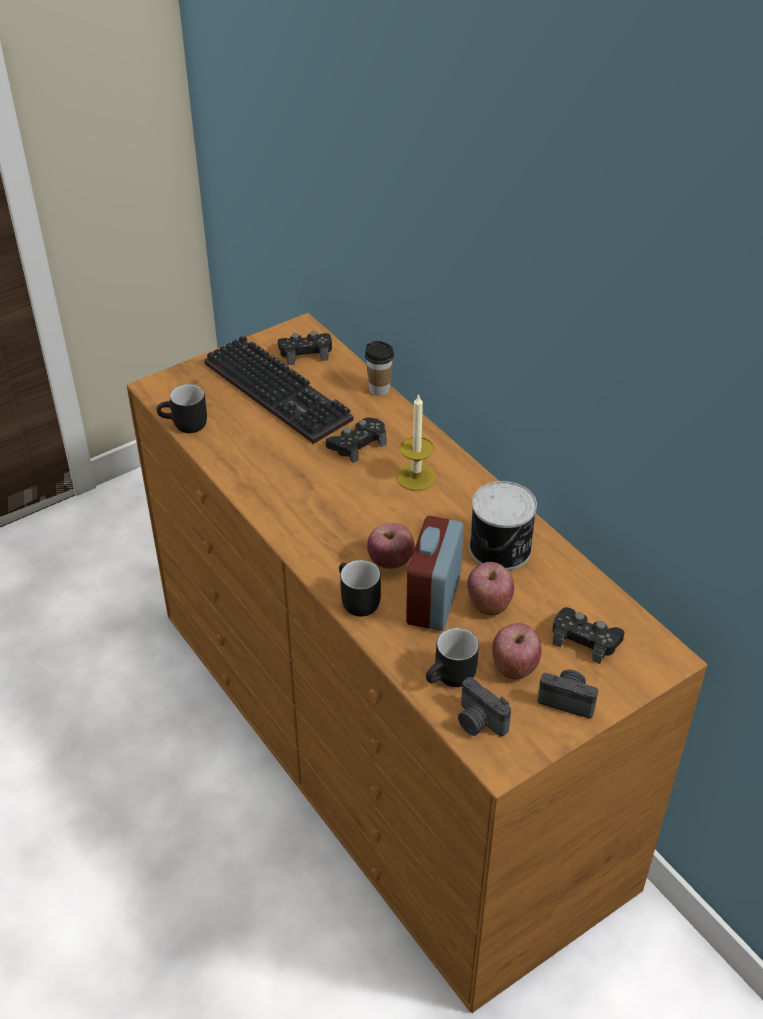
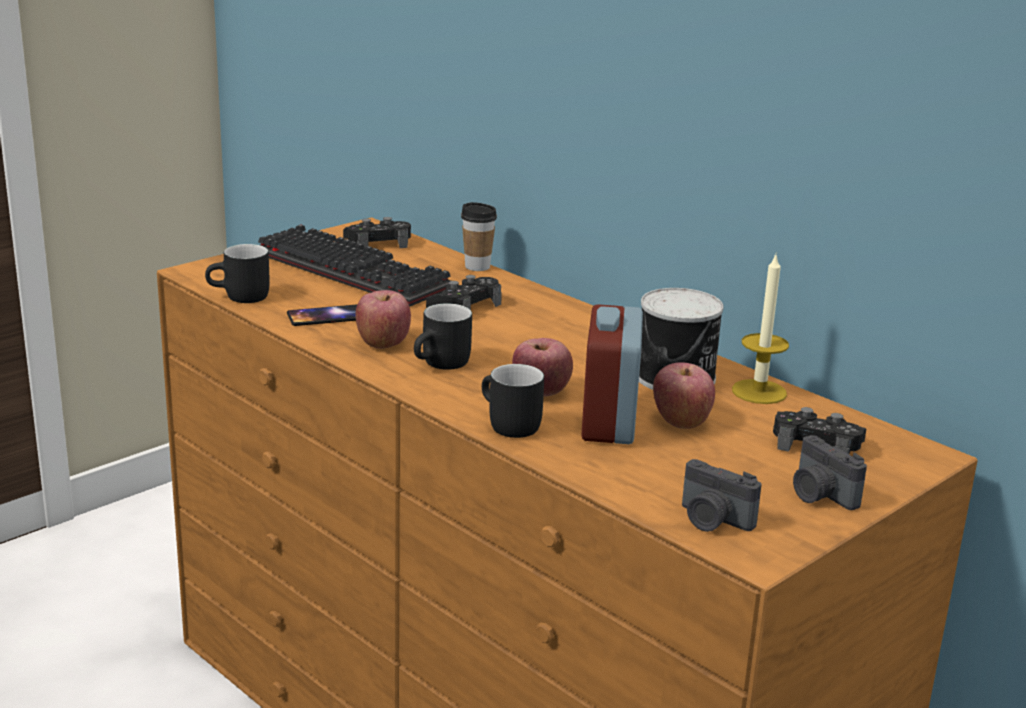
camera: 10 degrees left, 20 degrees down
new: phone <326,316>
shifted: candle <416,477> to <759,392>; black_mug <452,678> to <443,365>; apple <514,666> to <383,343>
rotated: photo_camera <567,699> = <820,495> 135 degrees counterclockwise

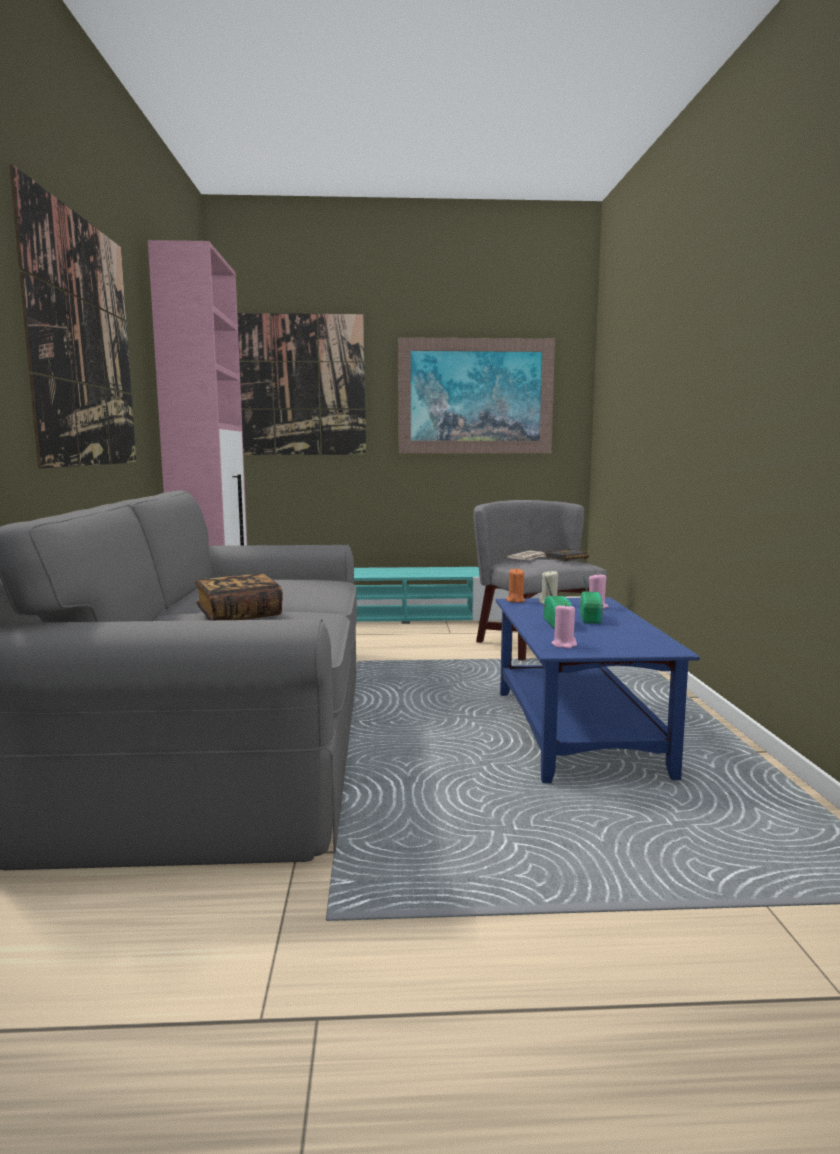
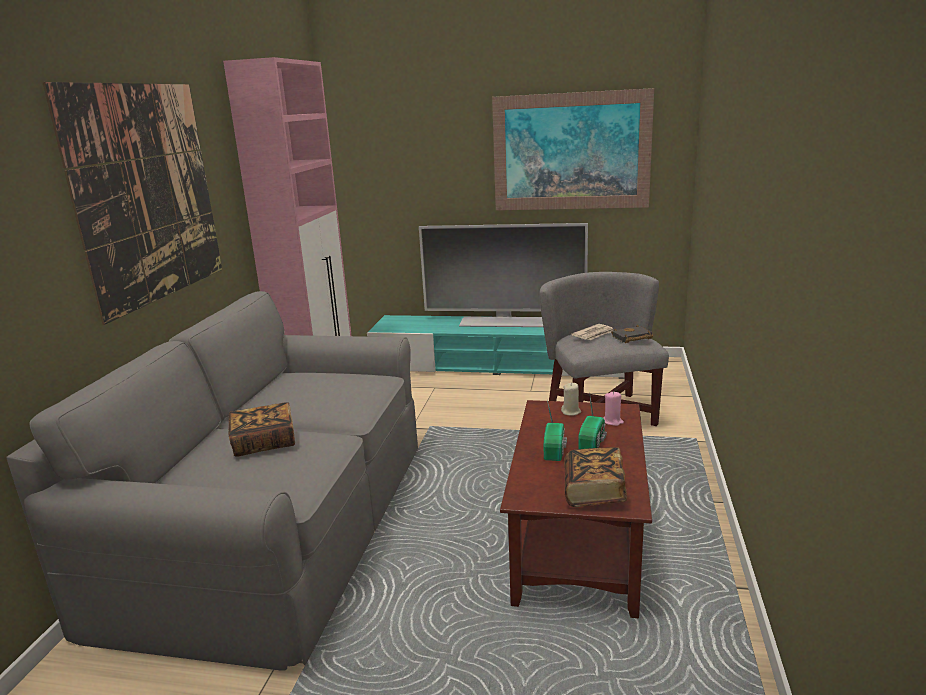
camera: 15 degrees right, 10 degrees up
gone: picture <296,385>; orange_candle <515,600>; pink_candle <564,645>
new: television <505,321>; book <594,491>
repainted: blue_coffee_table <575,731> to brown_coffee_table <577,539>

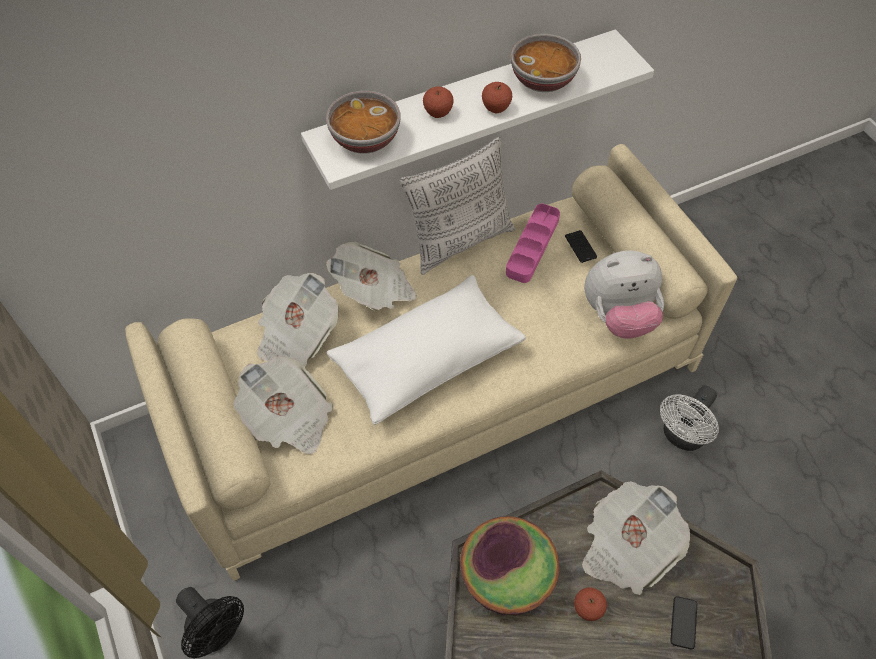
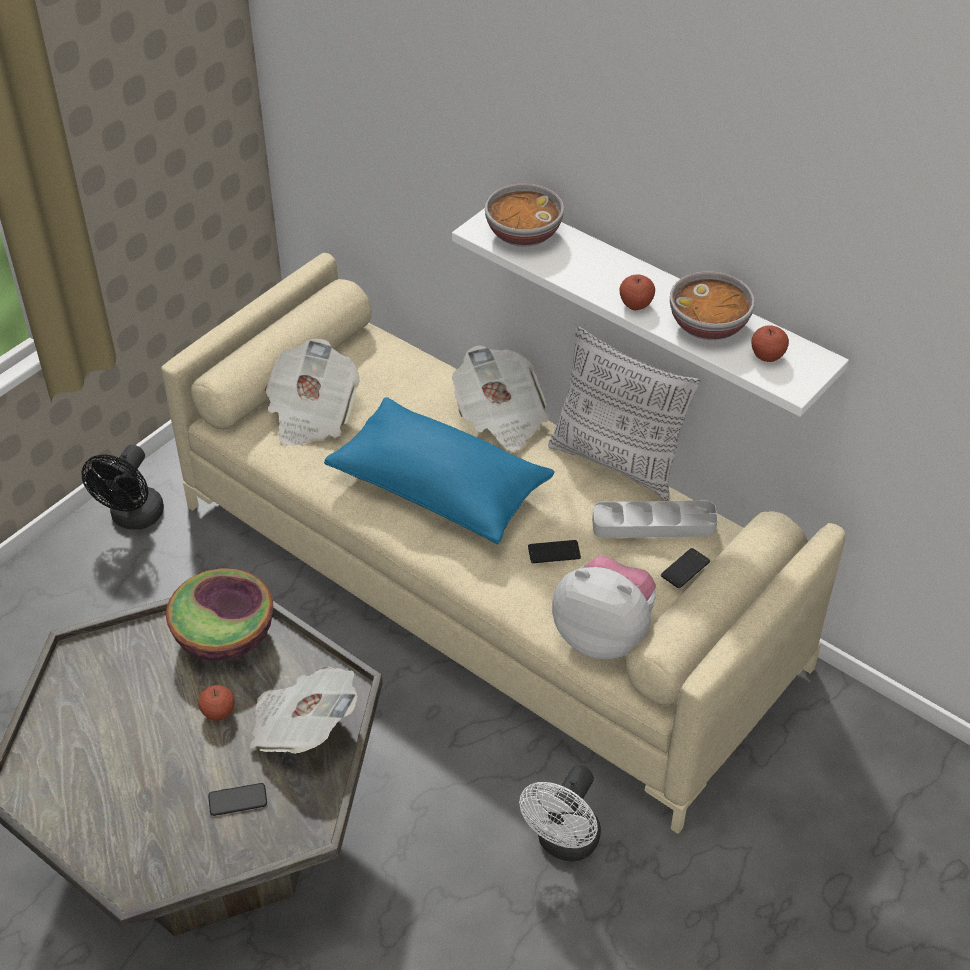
camera: 65 degrees right, 10 degrees down
gone: newspaper <297,334>
new: phone <554,552>
shifted: apple <438,113> to <767,356>
repainted: white_pillow <427,359> to blue_pillow <439,488>; pink_tray <532,246> to grey_tray <653,524>
rotated: plush_toy <618,316> = <604,635> 150 degrees clockwise; white_fan <681,437> = <564,844> 75 degrees counterclockwise

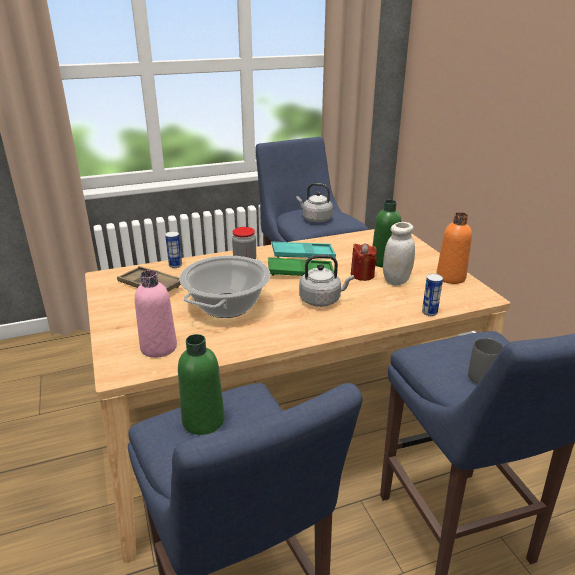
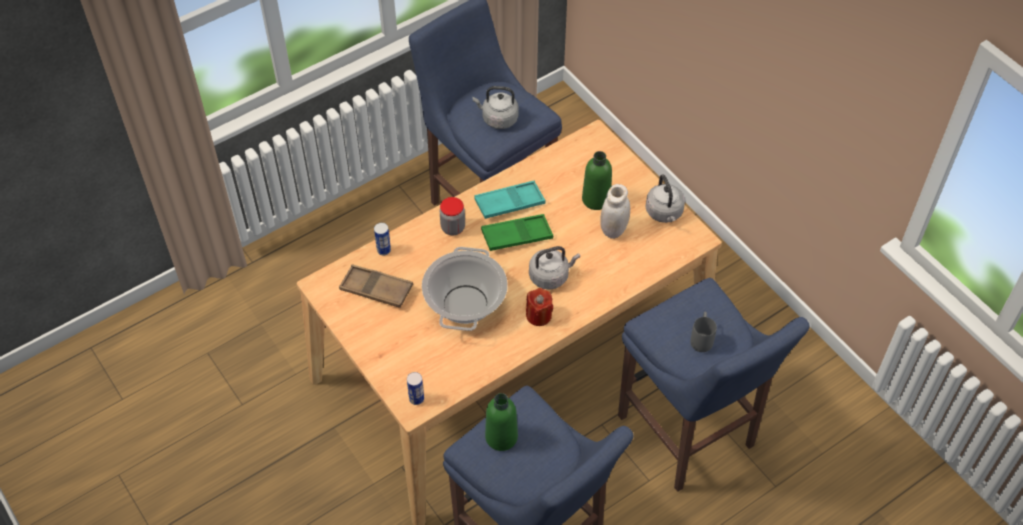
camera: 15 degrees left, 25 degrees up
gone: pink_bottle <158,347>
shifted: red_candle <362,275> to <538,315>; can <429,312> to <416,399>
swapped: orange_bottle <450,277> to grey_kettle <664,213>

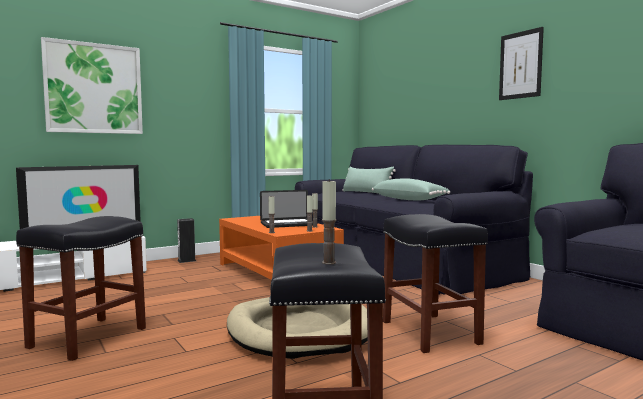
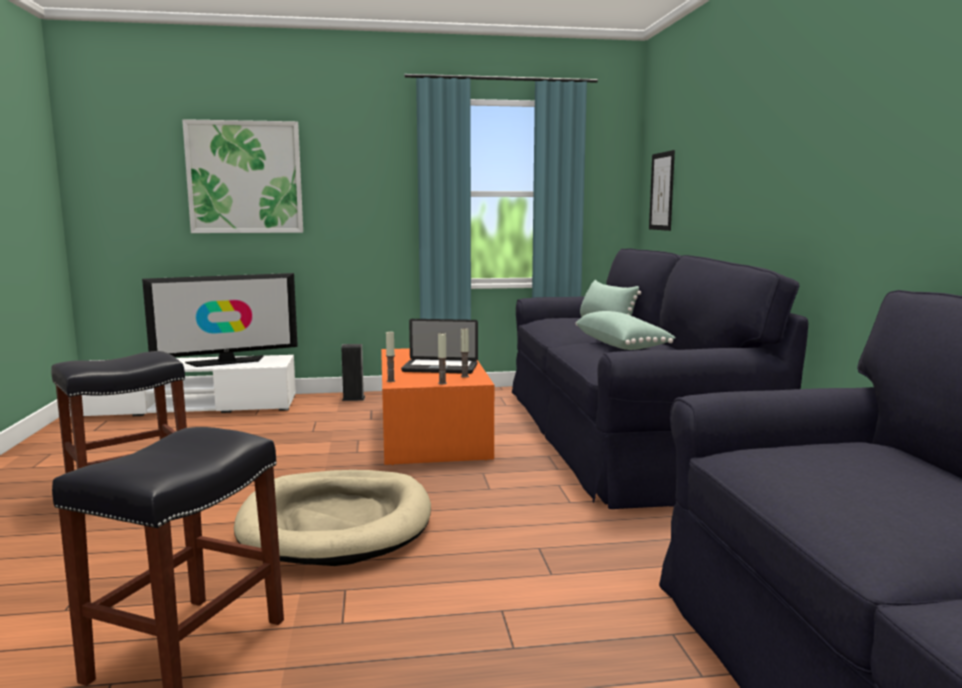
camera: 25 degrees right, 5 degrees up
gone: candle <329,262>; black_stool <428,332>
shifted: picture <520,65> to <662,191>

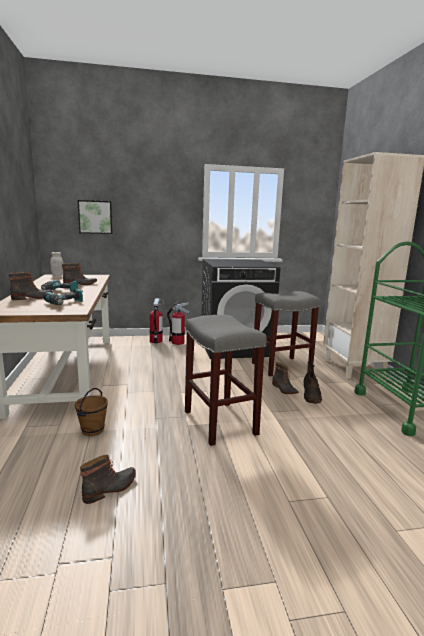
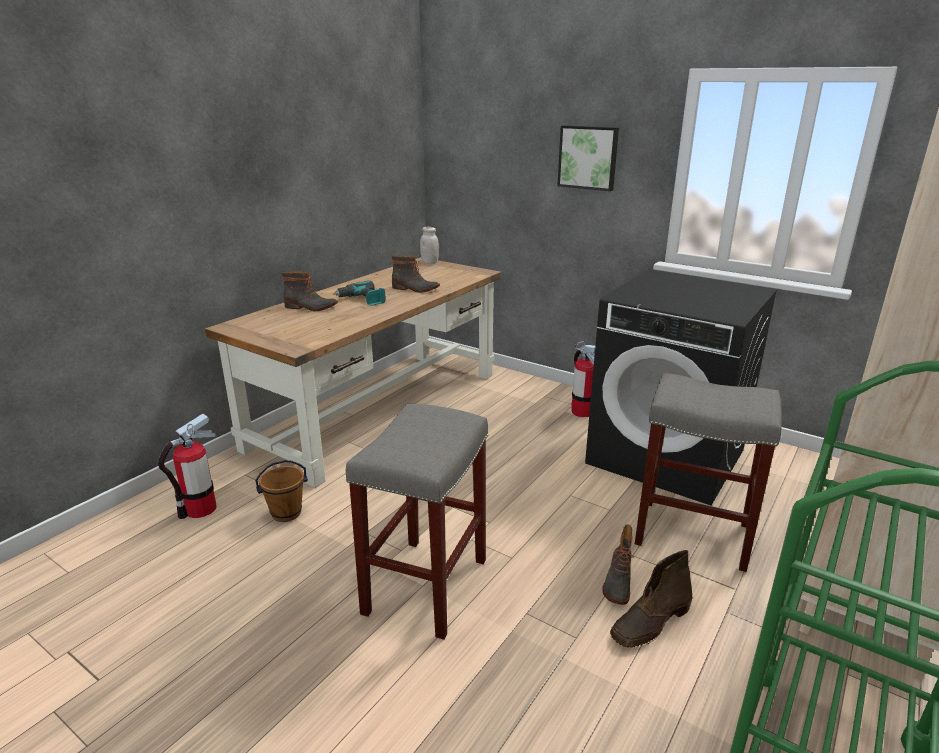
camera: 45 degrees right, 10 degrees up
gone: power_drill <66,303>; boot <110,488>
shifted: picture <95,217> to <588,157>; fire_extinguisher <156,341> to <200,509>

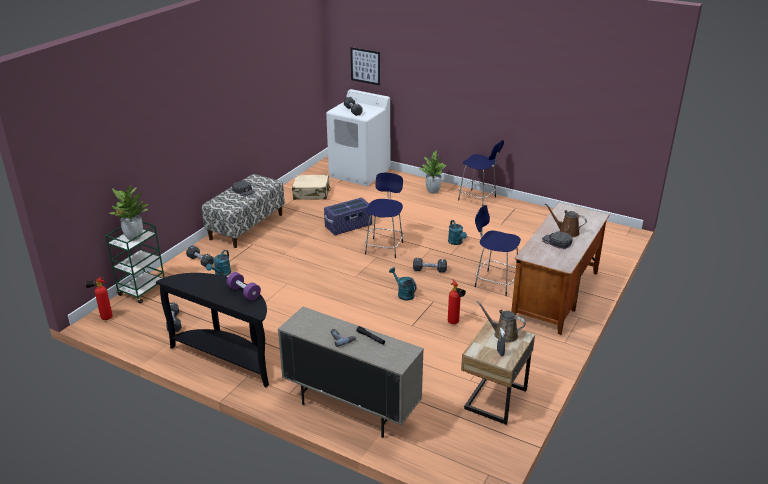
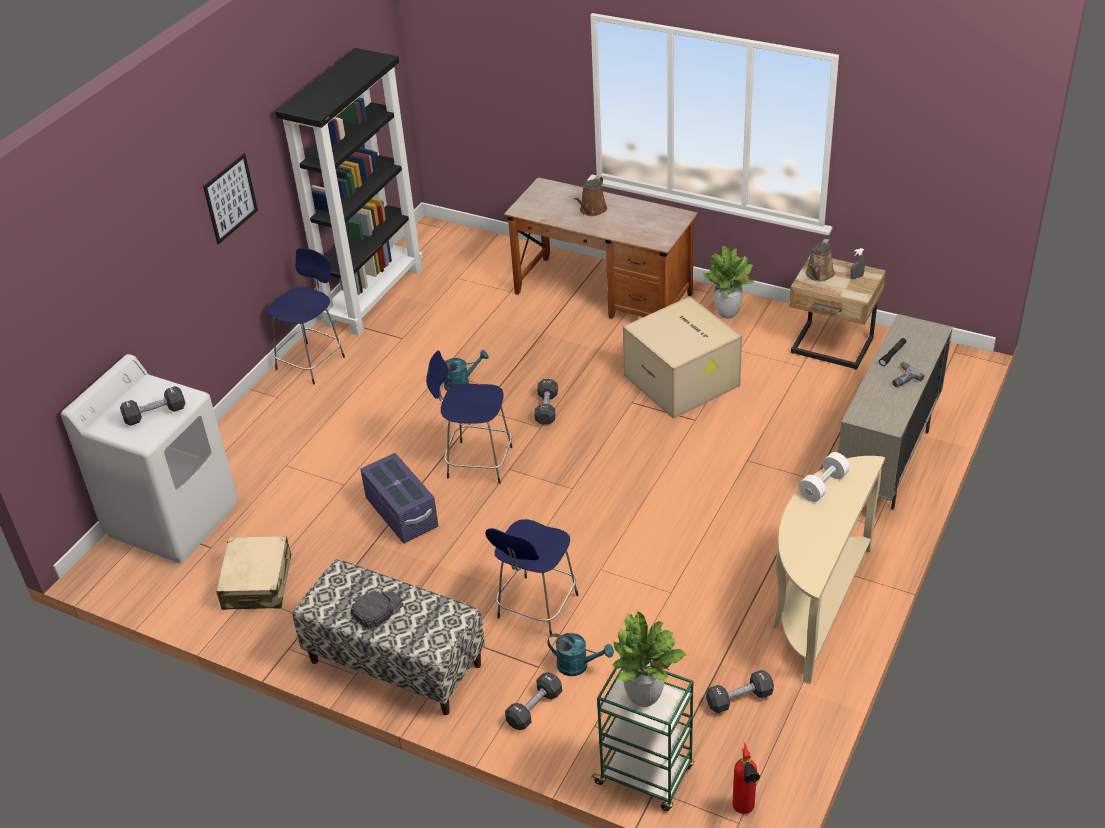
camera: 90 degrees left, 10 degrees up
gone: turquoise_watering_can <403,294>; black_cap <556,242>
new: black_bookcase <373,295>
shifted: picture <365,66> to <230,198>; potted_plant <433,191> to <728,313>; blue_stool <495,282> to <536,608>
swapped: fire_extinguisher <454,323> to cardboard_box <683,381>
repainted: black_console_table <227,358> to beige_console_table <816,606>; purple_dumbbell <244,293> to white_dumbbell <823,486>

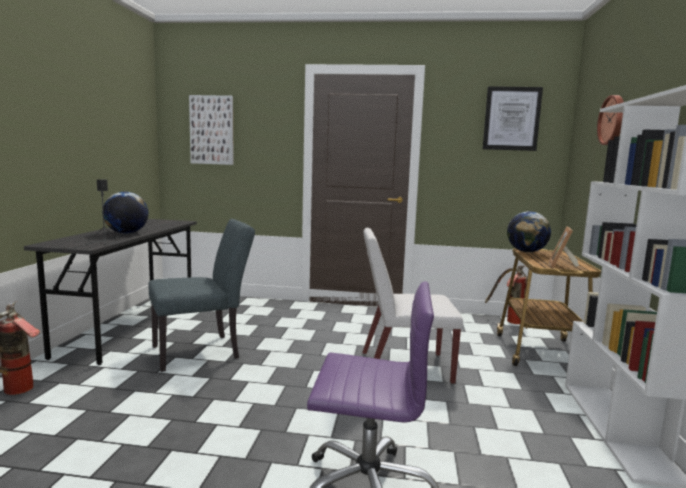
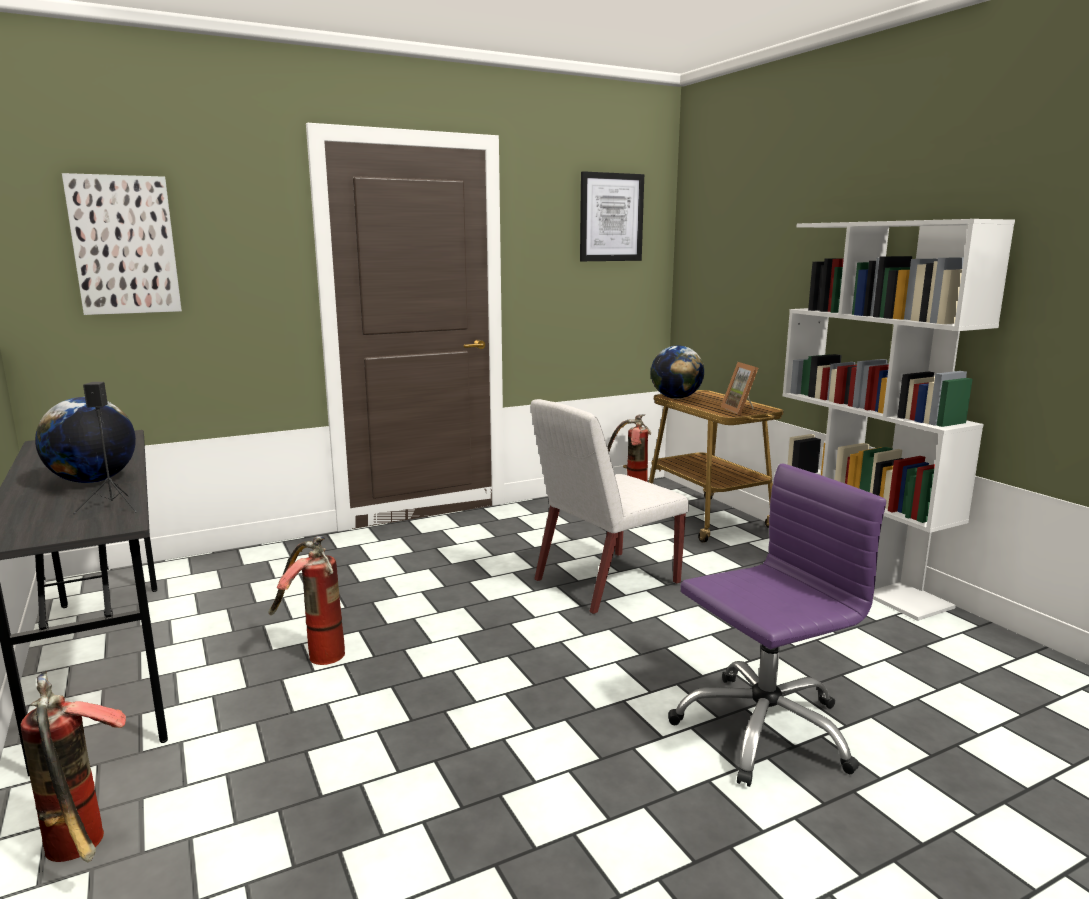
camera: 35 degrees left, 5 degrees up
gone: wall_clock <613,120>
swapped: grey_chair <203,351> to fire_extinguisher <313,654>

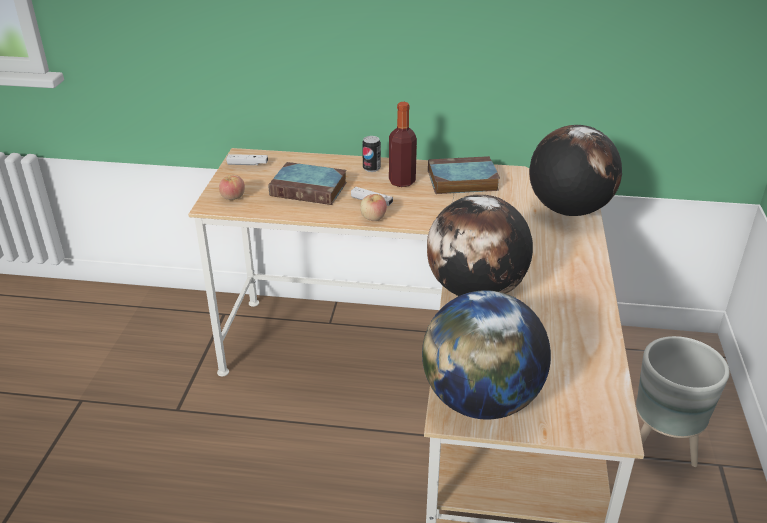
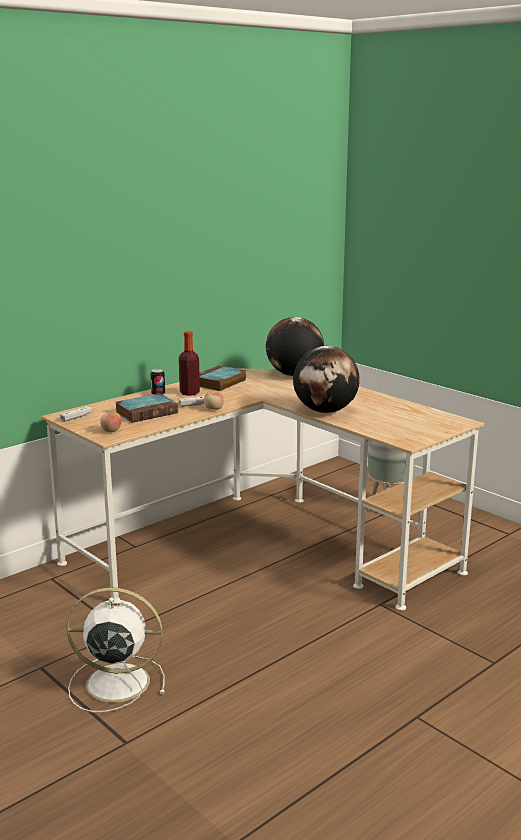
camera: 50 degrees left, 15 degrees down
gone: globe <481,401>
new: white_fan <114,682>

